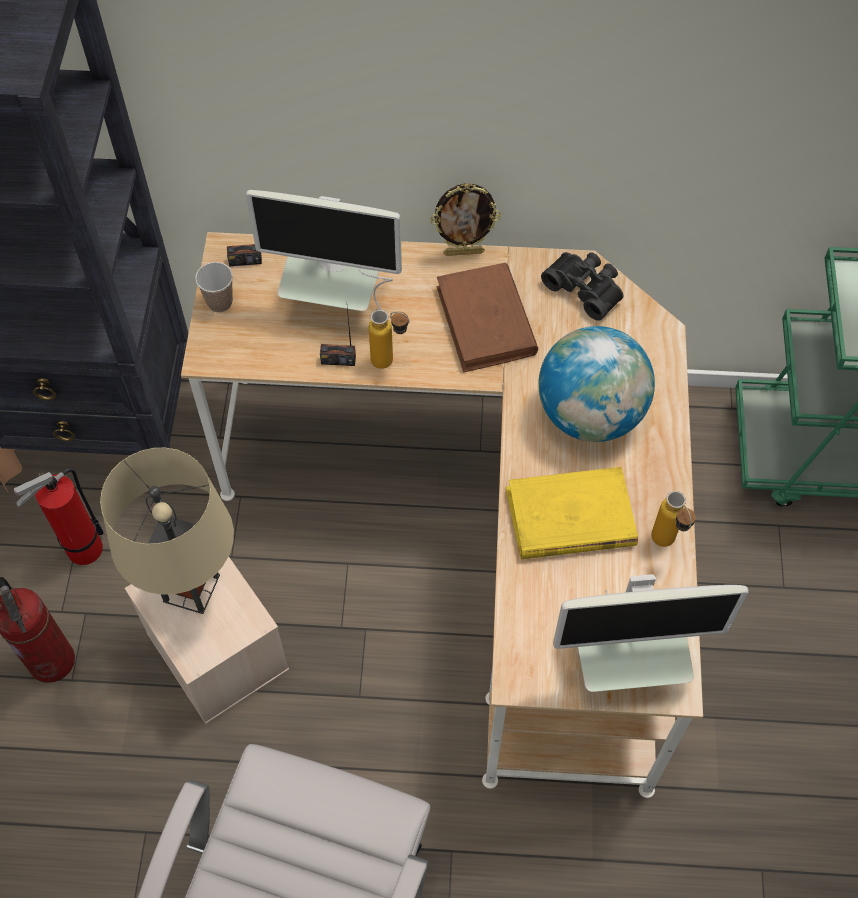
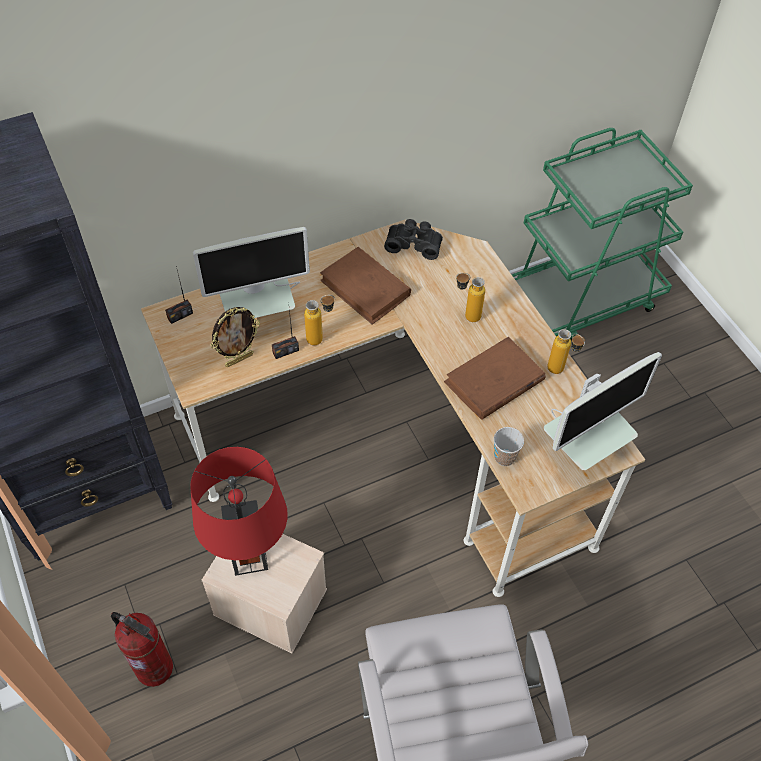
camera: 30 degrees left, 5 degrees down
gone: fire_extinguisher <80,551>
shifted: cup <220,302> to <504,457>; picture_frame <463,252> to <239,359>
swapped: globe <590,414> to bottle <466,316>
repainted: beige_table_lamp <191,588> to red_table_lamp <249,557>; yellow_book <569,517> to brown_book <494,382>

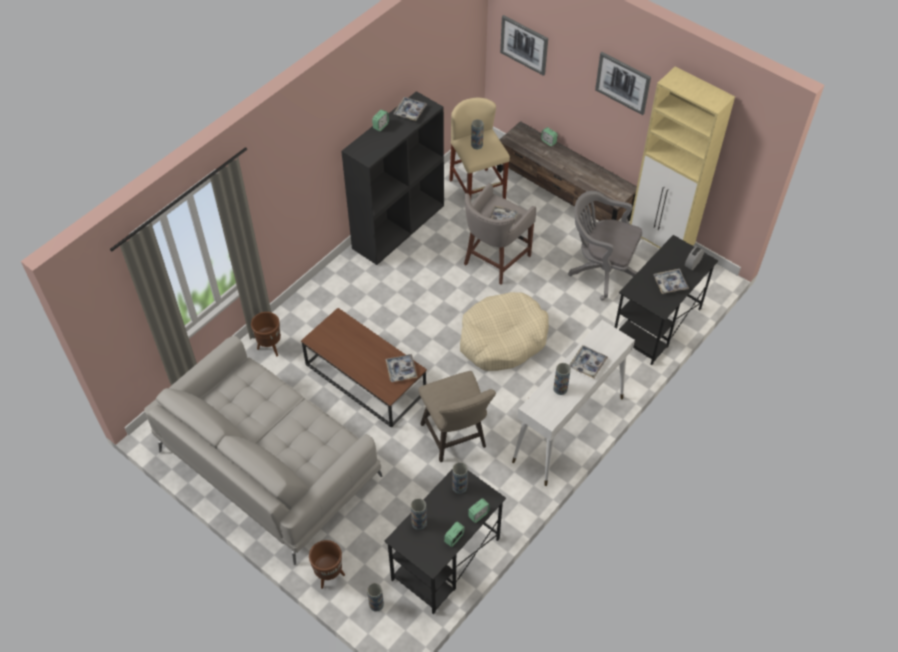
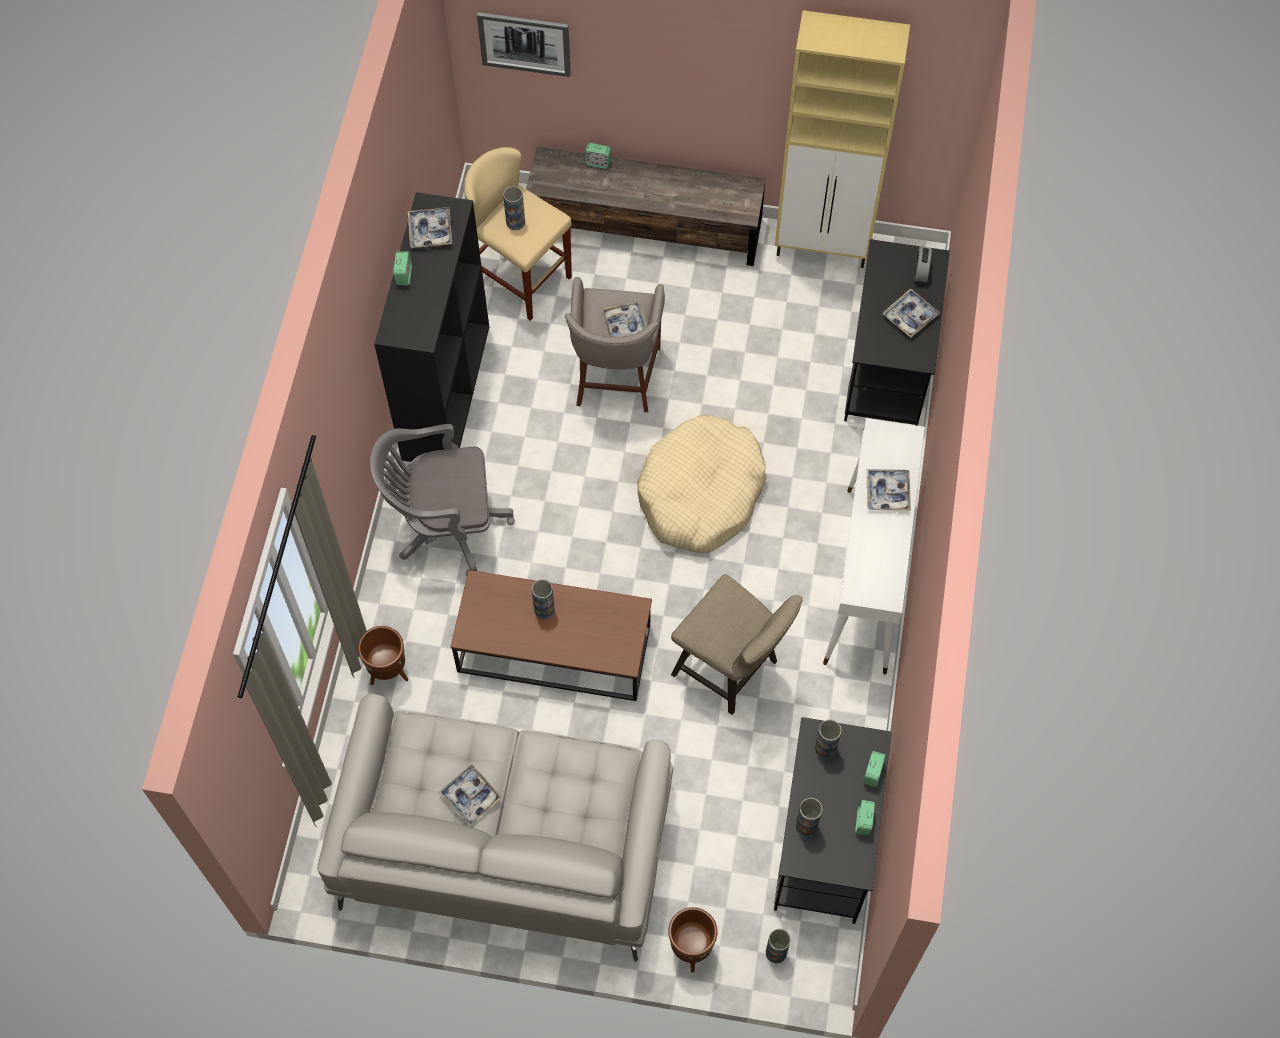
camera: 30 degrees left, 10 degrees up
gone: picture <623,83>
shifted: tray <401,370> to <470,797>; vase <560,388> to <544,609>; grey_office_chair <601,270> to <445,525>

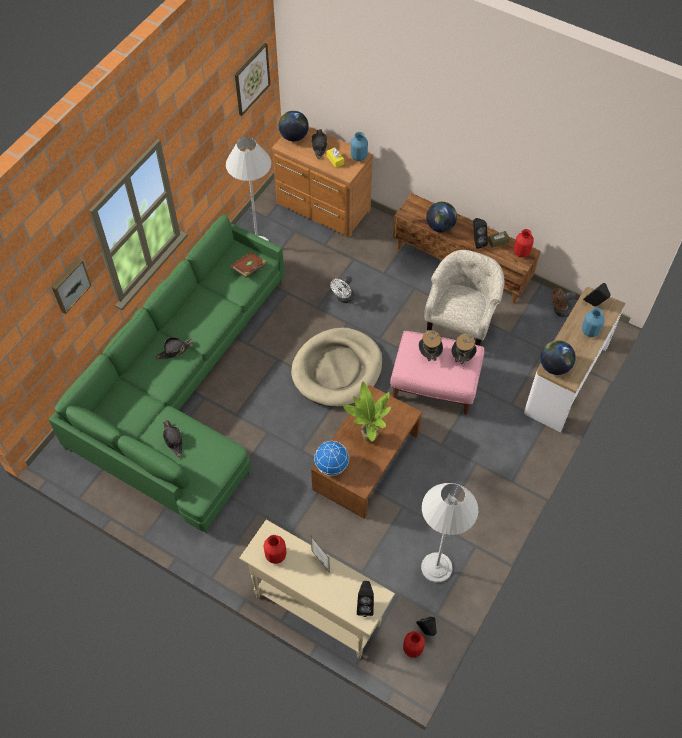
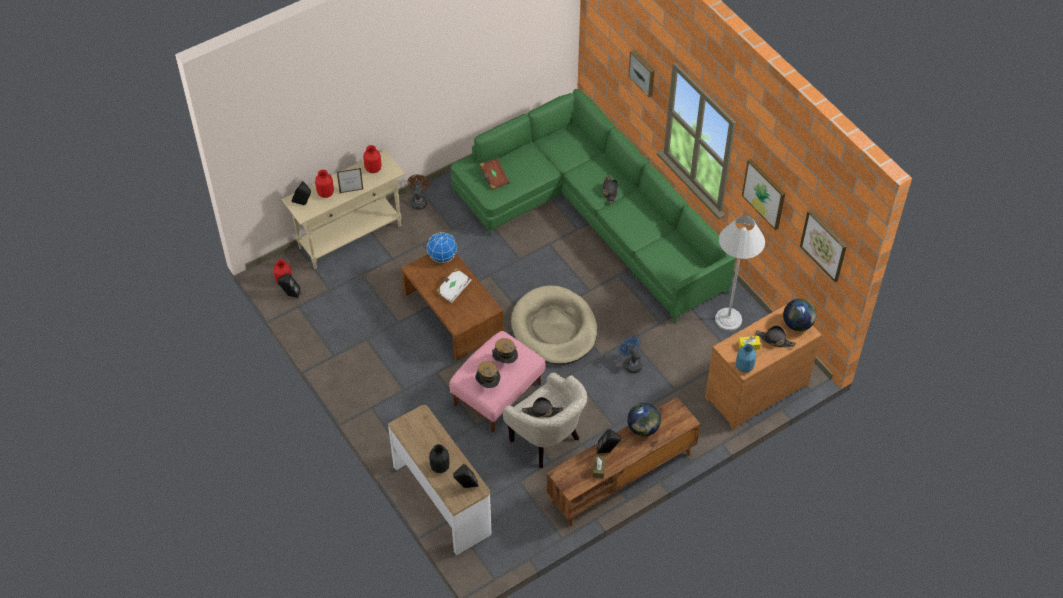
camera: 115 degrees right, 5 degrees down
gone: white_floor_lamp <436,567>; globe <554,366>
new: picture <764,193>
shifted: black_hat <173,440> to <542,411>; brown_book <249,269> to <494,178>; red_vase <521,252> to <326,193>; brown_fan <559,311> to <419,201>
swapped: potted_plant <367,437> to white_book <453,289>
repainted: white_fan <343,298> to blue_fan <631,363>; blue_vase <590,331> to black_vase <440,466>

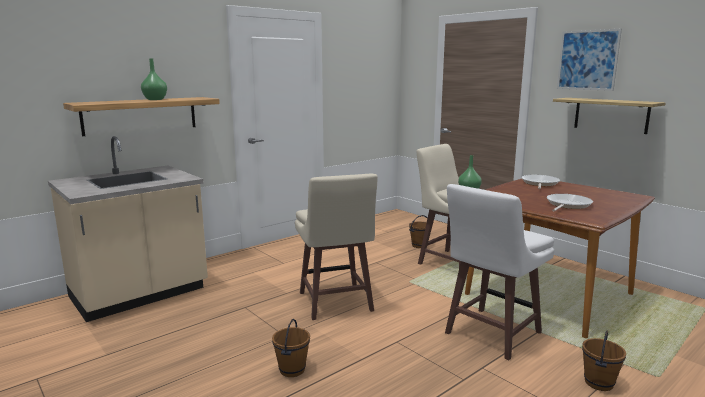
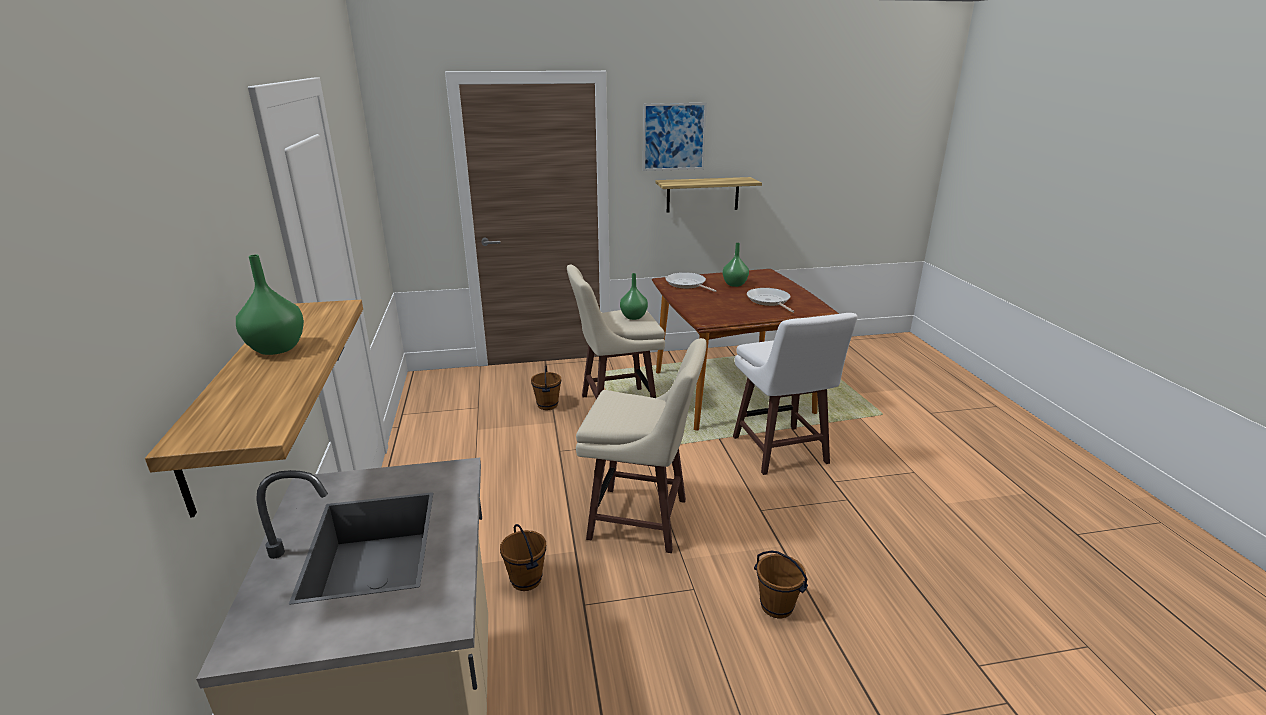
camera: 60 degrees left, 10 degrees up
new: green_vase <734,284>
shifted: brown_bucket <599,383> to <527,580>

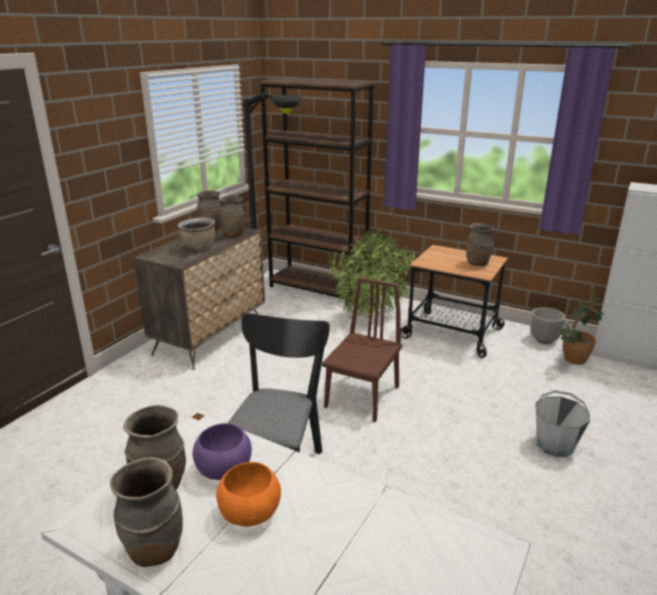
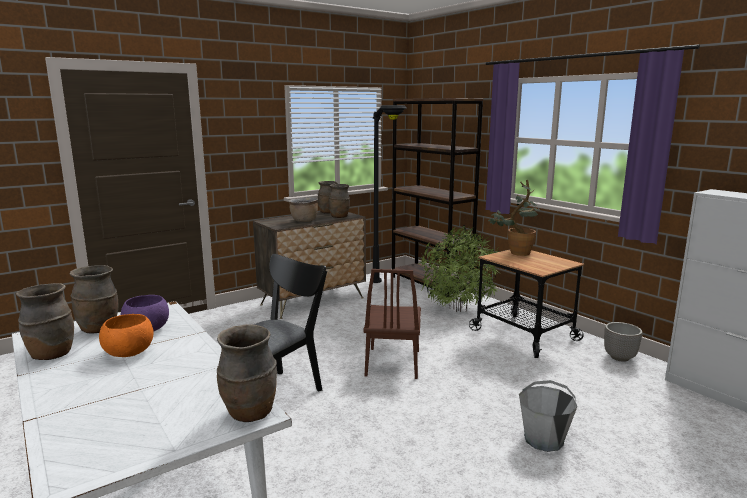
camera: 25 degrees right, 10 degrees down
shifted: brown_vase <478,264> to <250,413>; potted_plant <571,361> to <515,253>
rotated: brown_chair <362,397> = <393,362> 135 degrees clockwise

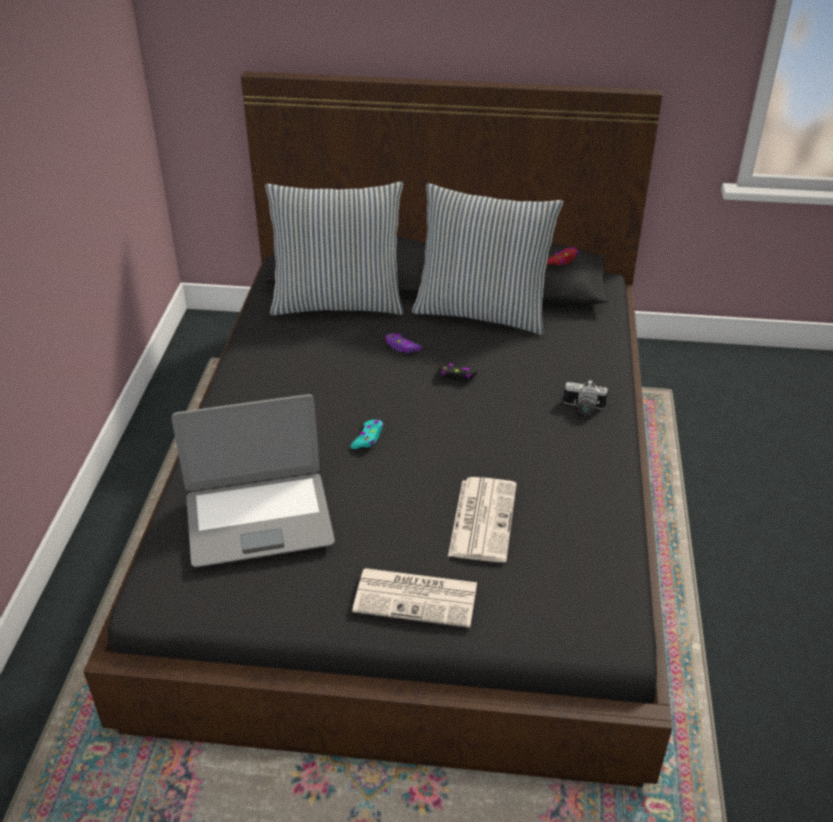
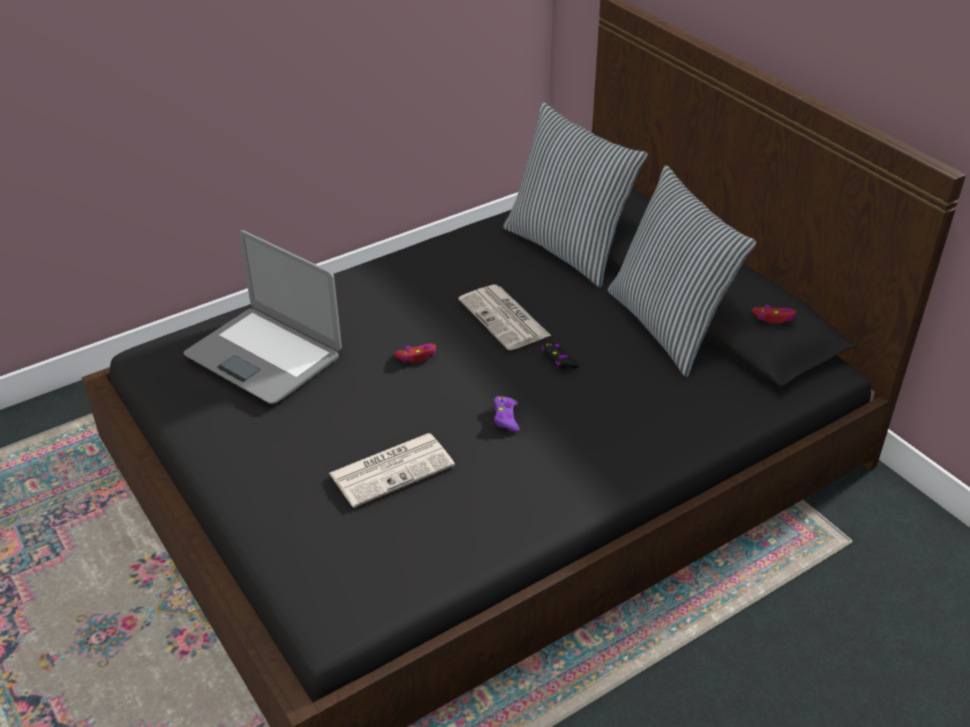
camera: 50 degrees right, 0 degrees up
gone: photo_camera <583,409>
shifted: newspaper <417,597> to <505,318>; purple_game_controller <402,347> to <506,418>
repainted: turquoise_game_controller <368,438> to red_game_controller <416,357>

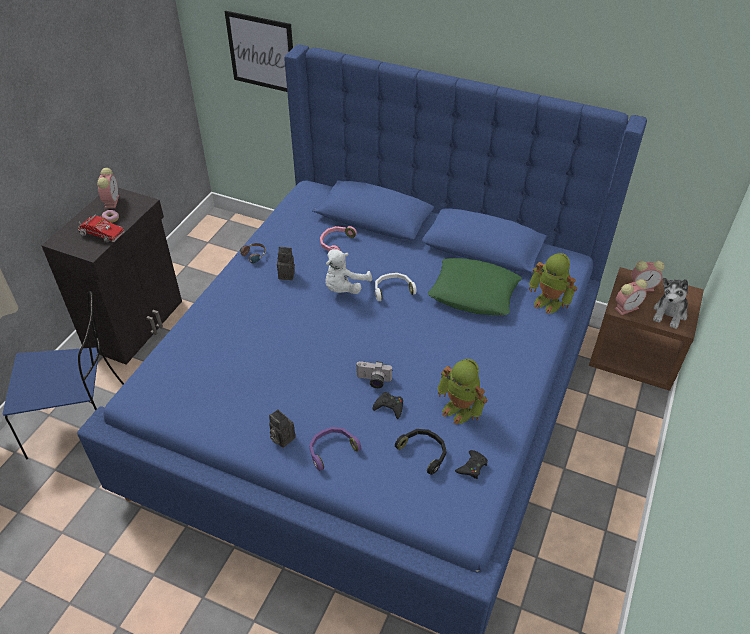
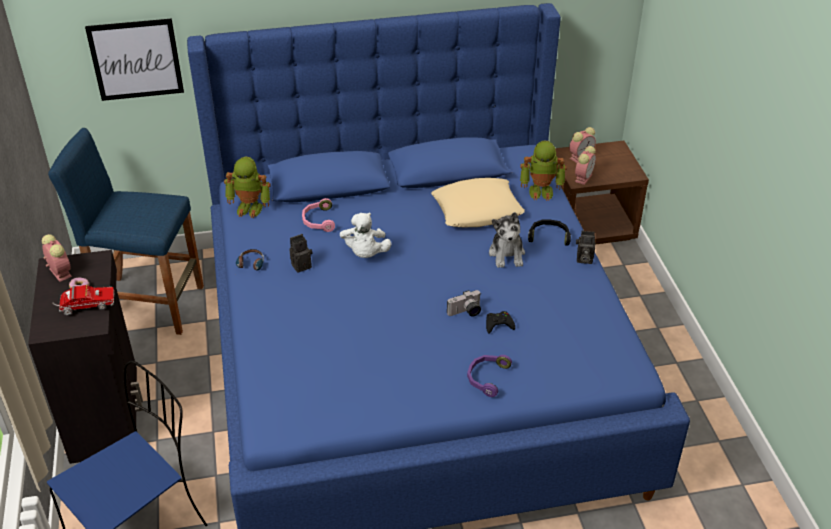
camera: 35 degrees left, 5 degrees down
gone: white_headphones <393,290>; black_game_controller <472,467>
new: blue_stool <148,304>
shifted: photo_camera <281,438> to <583,259>; black_headphones <424,452> to <549,236>; toy_robot <460,409> to <250,208>; plush_toy <669,314> to <507,254>
repainted: green_pillow <474,293> to beige_pillow <477,209>

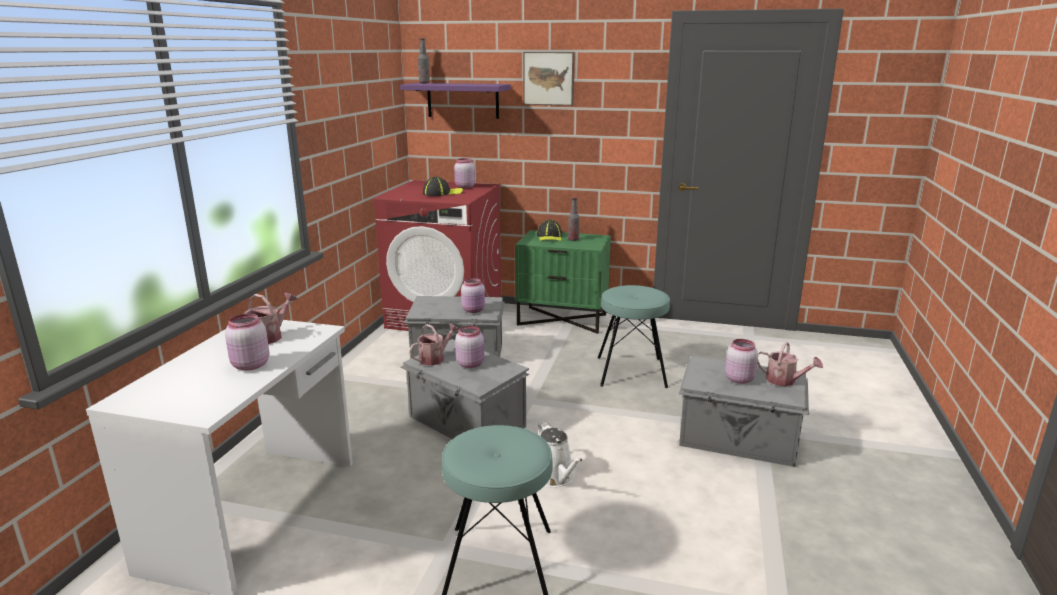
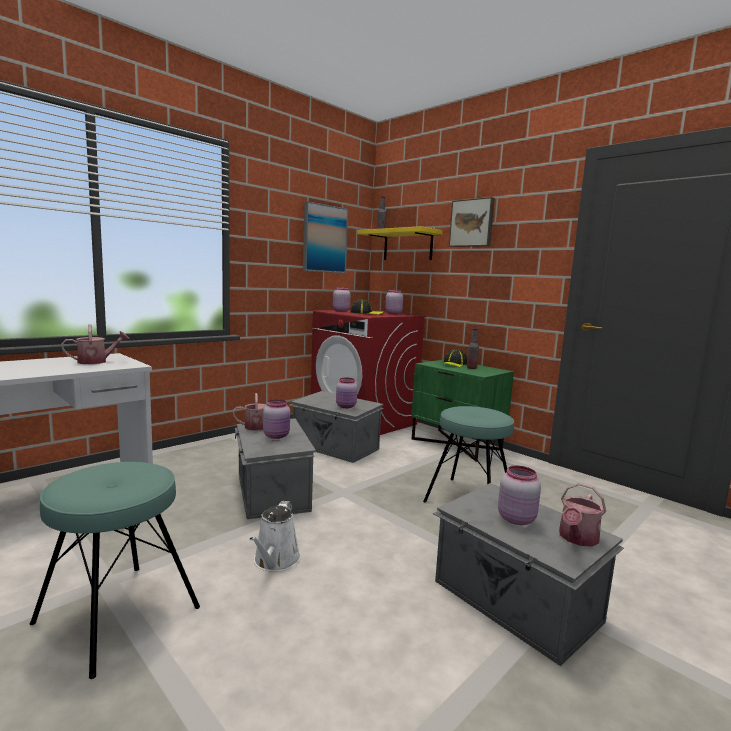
camera: 30 degrees right, 10 degrees down
new: picture <324,239>
shifted: pink_jar <249,365> to <340,311>
repainted: purple_shelf <463,100> to yellow_shelf <407,245>
rotated: watering_can <785,381> = <577,538> 60 degrees clockwise

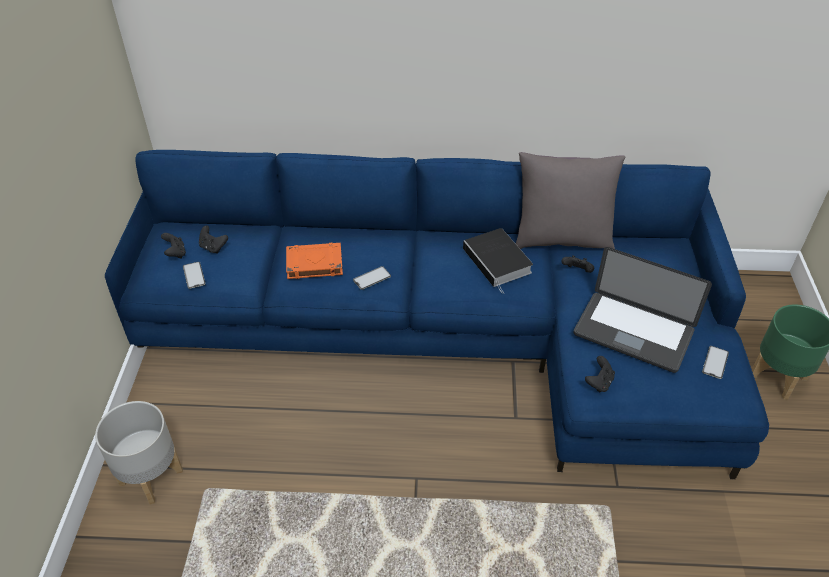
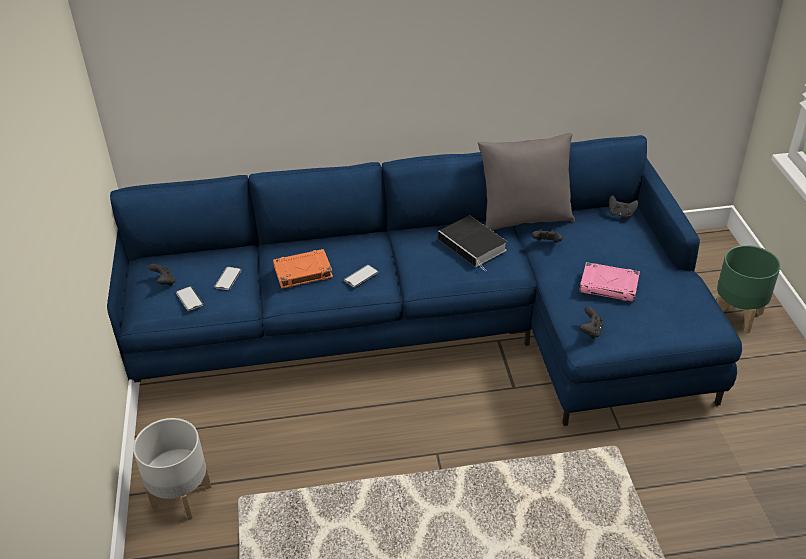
camera: 10 degrees left, 5 degrees down
shifted: black_game_controller <213,247> to <621,214>; phone <715,362> to <228,278>
swapped: laptop <633,333> to pink_book <609,286>

